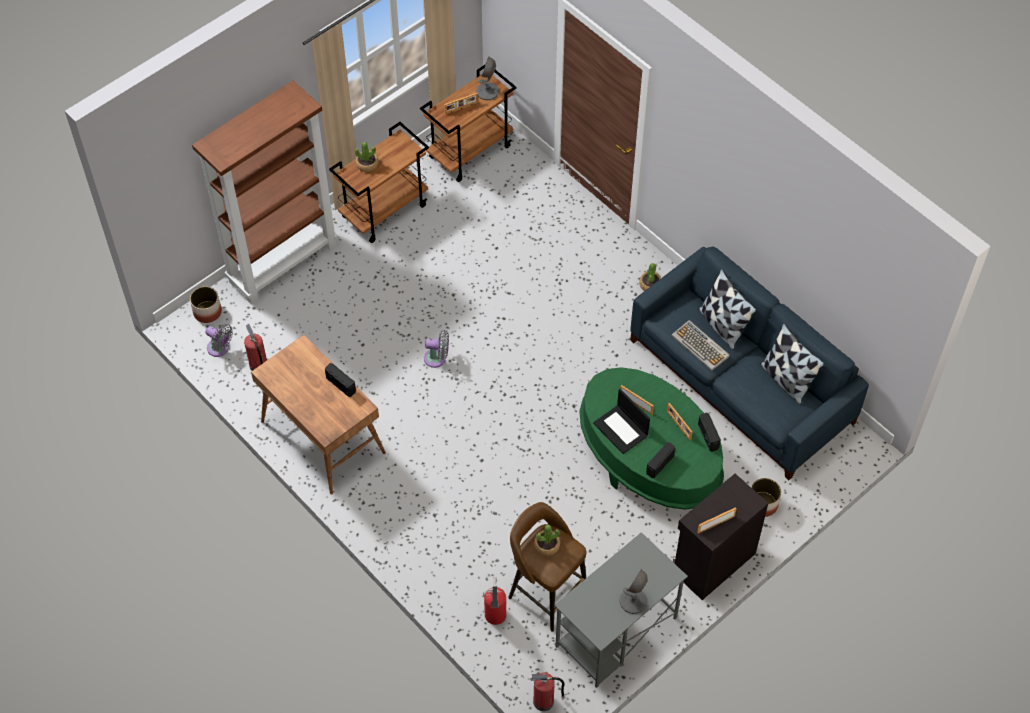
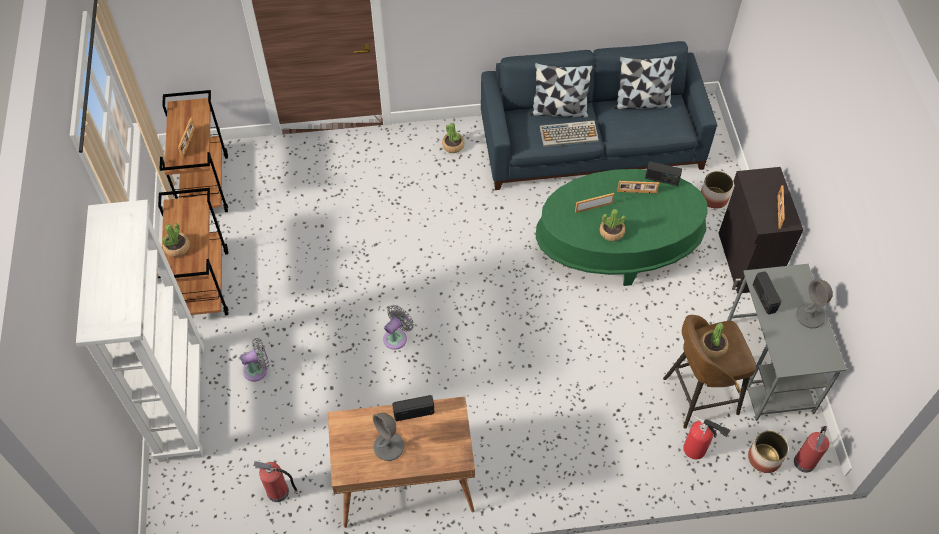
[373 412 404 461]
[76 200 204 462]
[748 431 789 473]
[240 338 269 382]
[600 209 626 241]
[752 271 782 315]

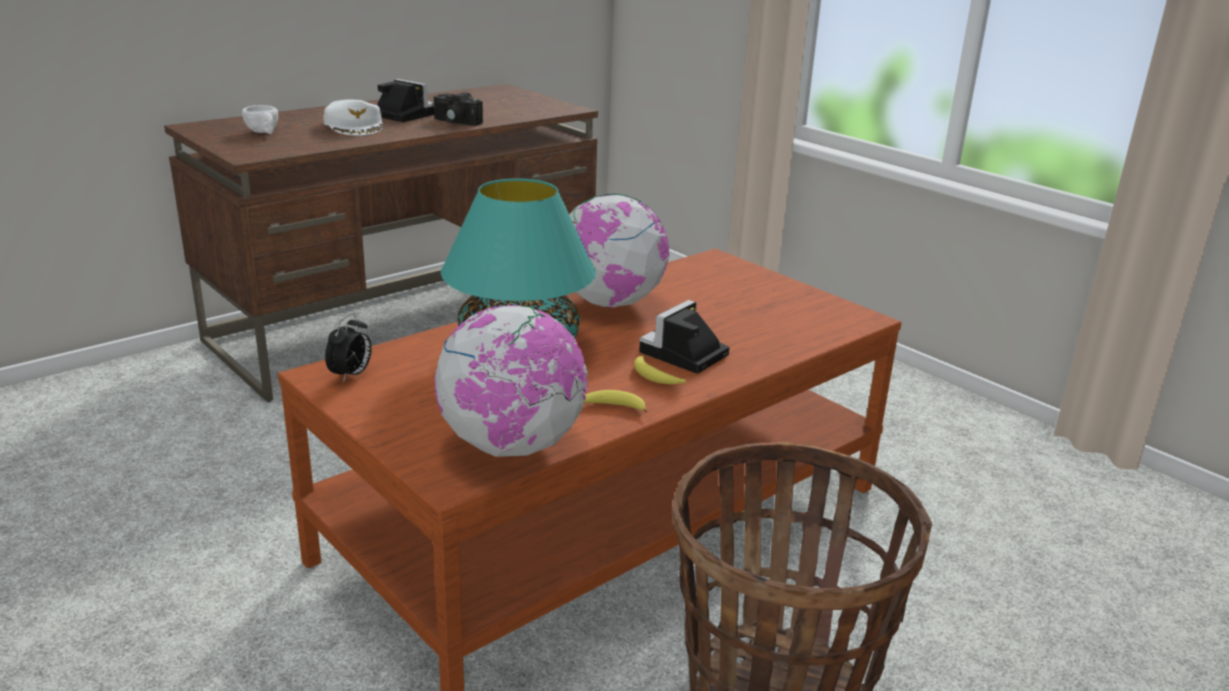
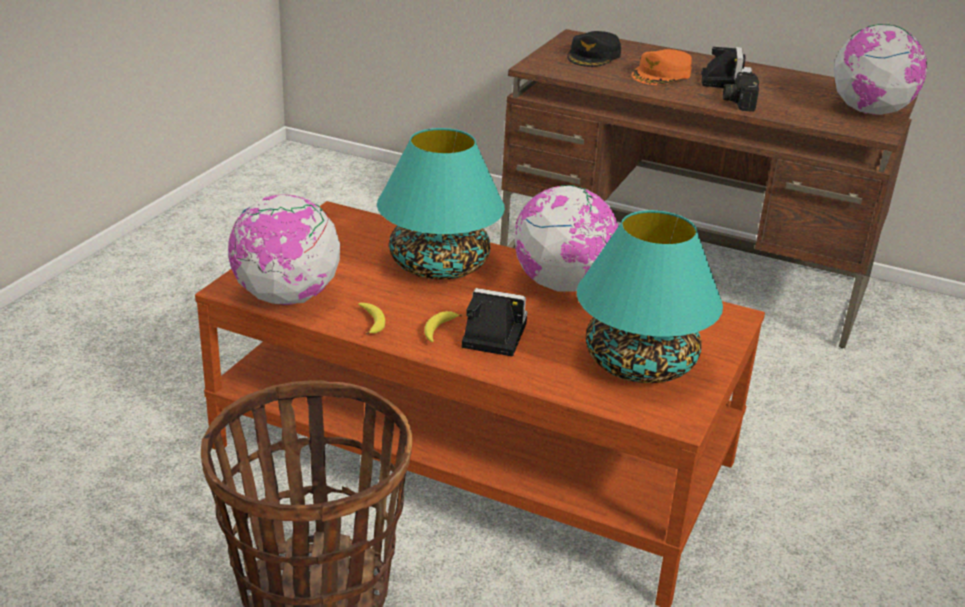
[632 49 692 85]
[567 31 621 67]
[325 314 372 383] (first image)
[834 24 927 115]
[577 210 723 383]

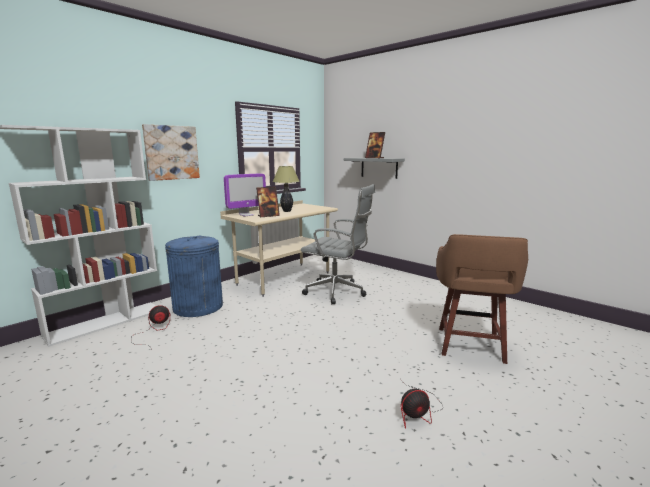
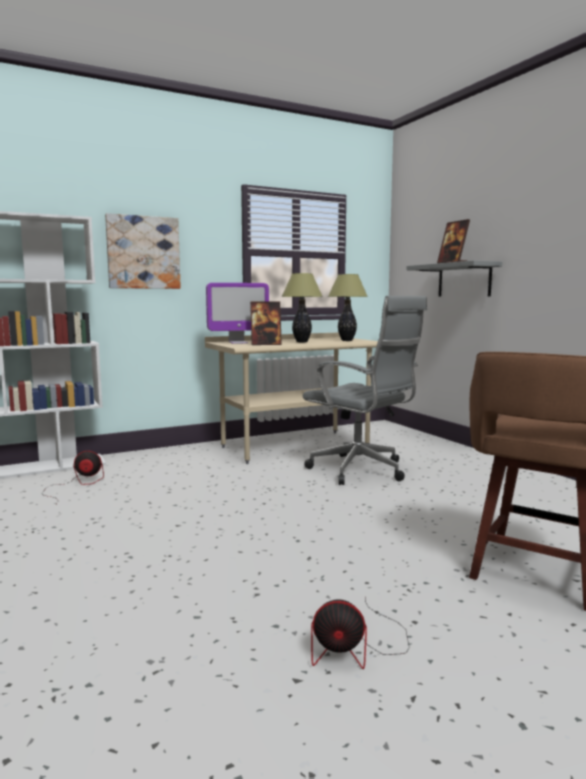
[165 236 223 317] (first image)
[328 274 368 341]

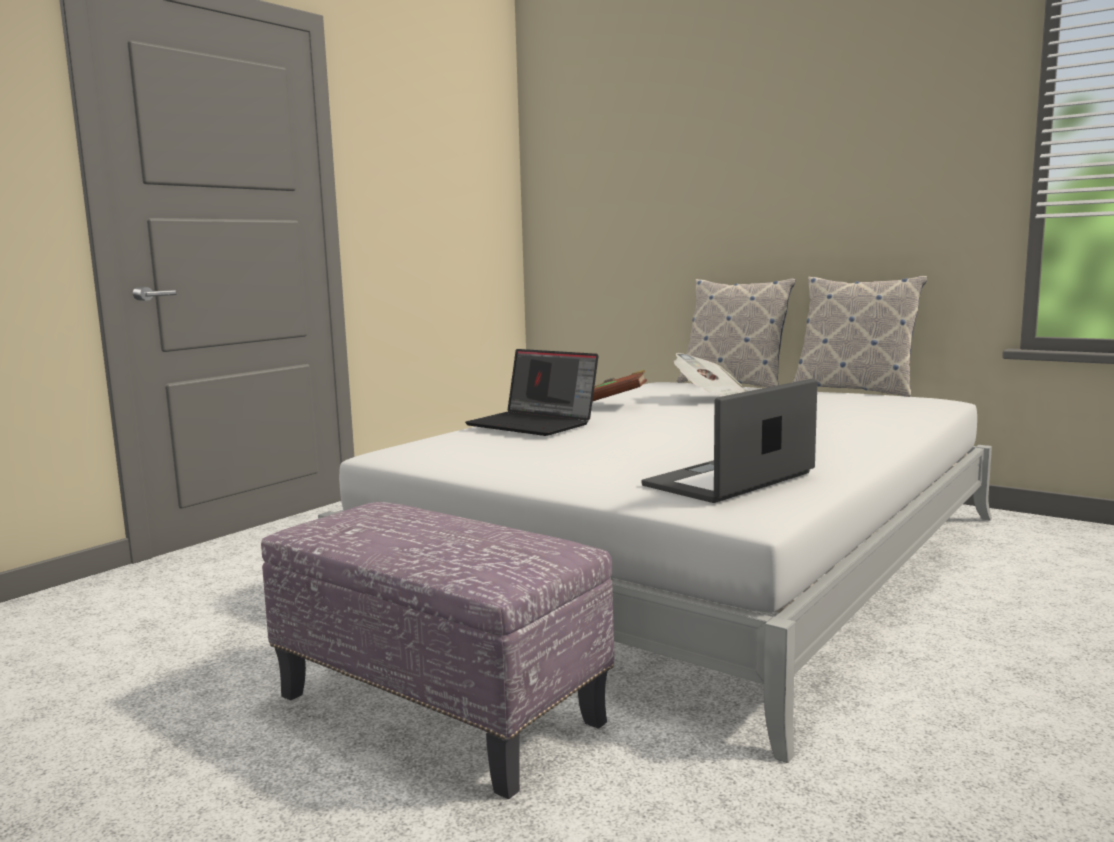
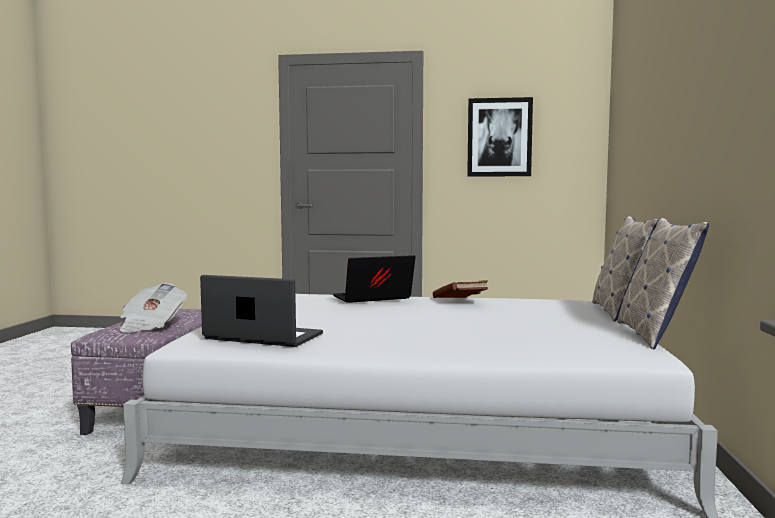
[333 255 416 303]
[120 283 188 333]
[467 97 533 177]

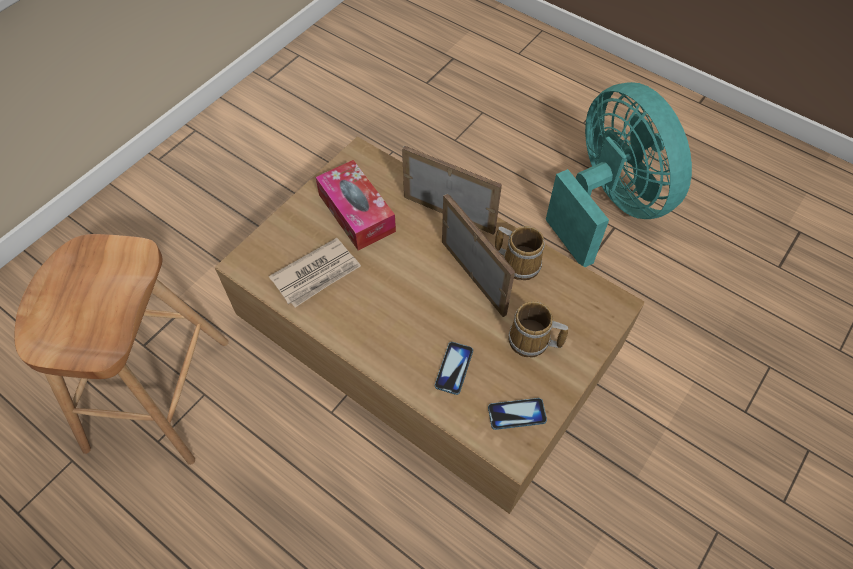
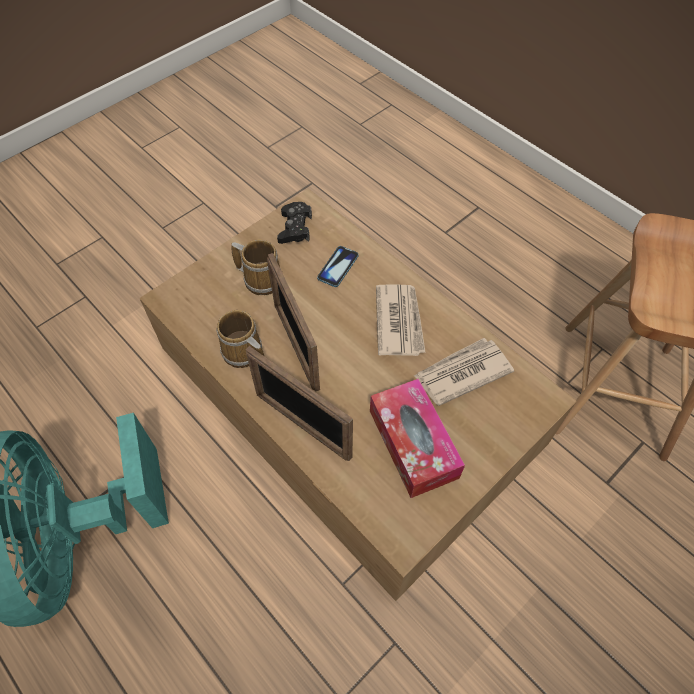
[277 202 312 244]
[376 285 426 356]

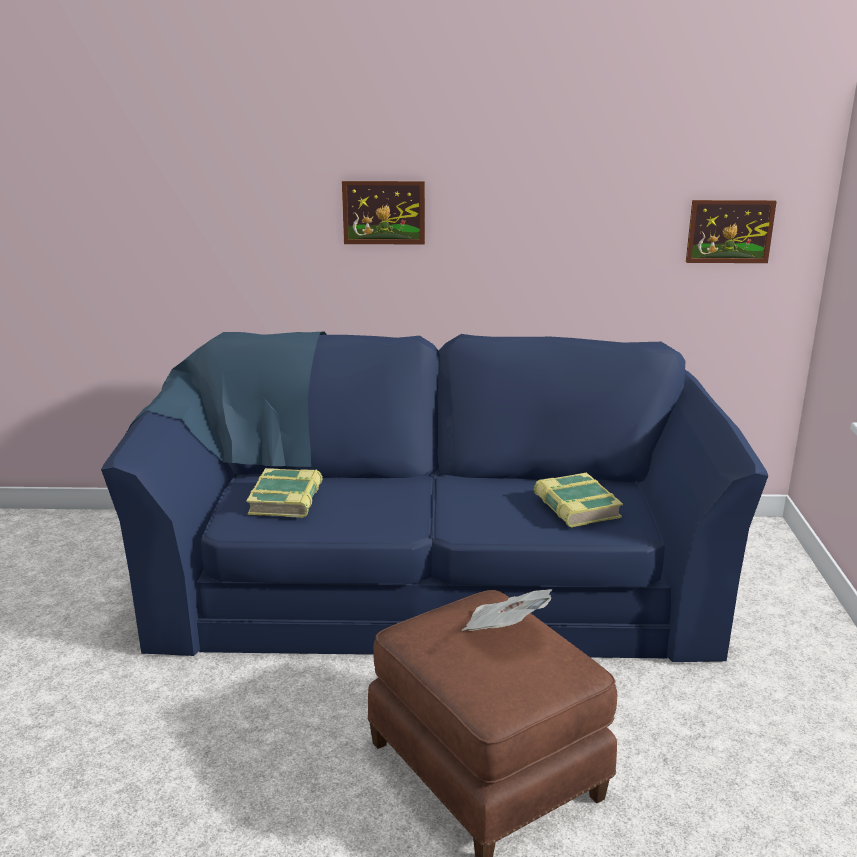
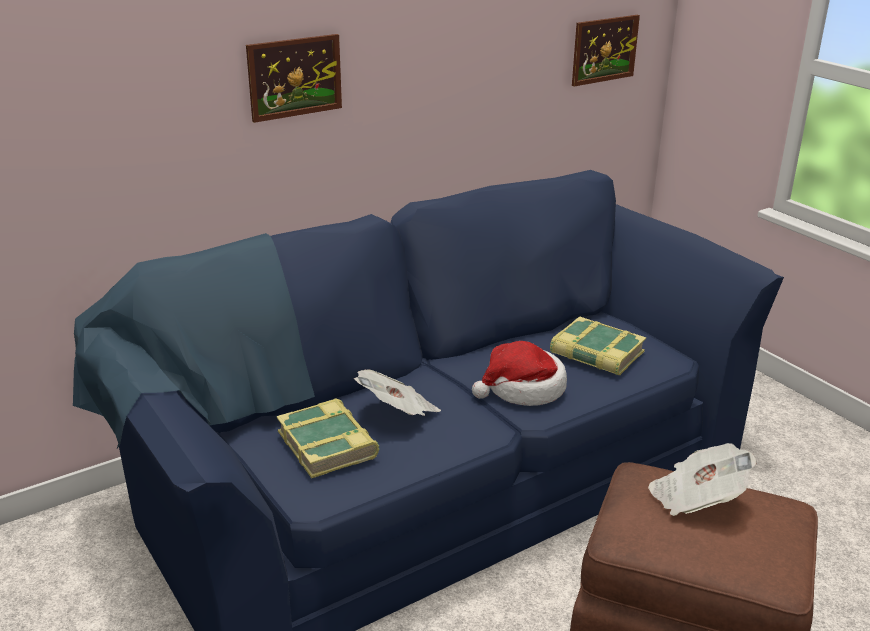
[472 341 567 406]
[354 369 441 416]

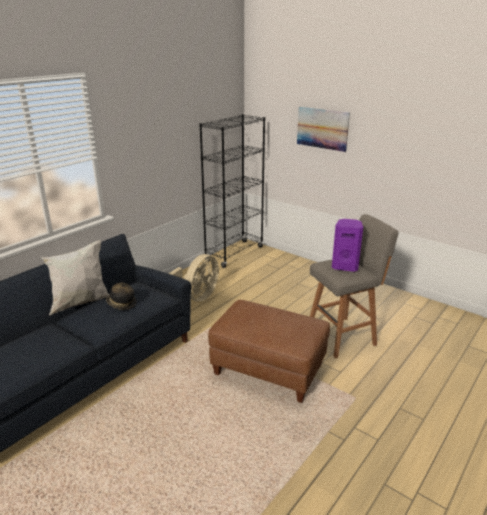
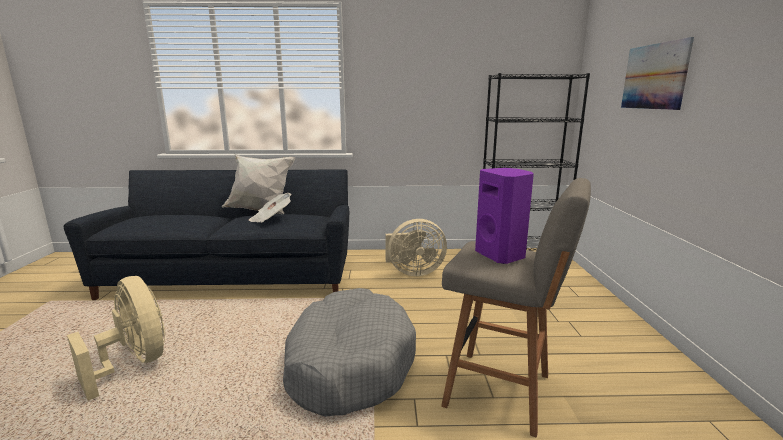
[249 193 292 223]
[283 288 416 417]
[67 276 165 401]

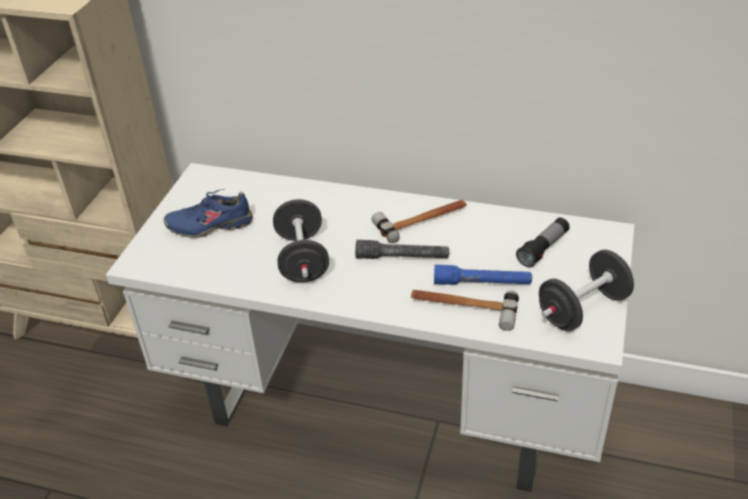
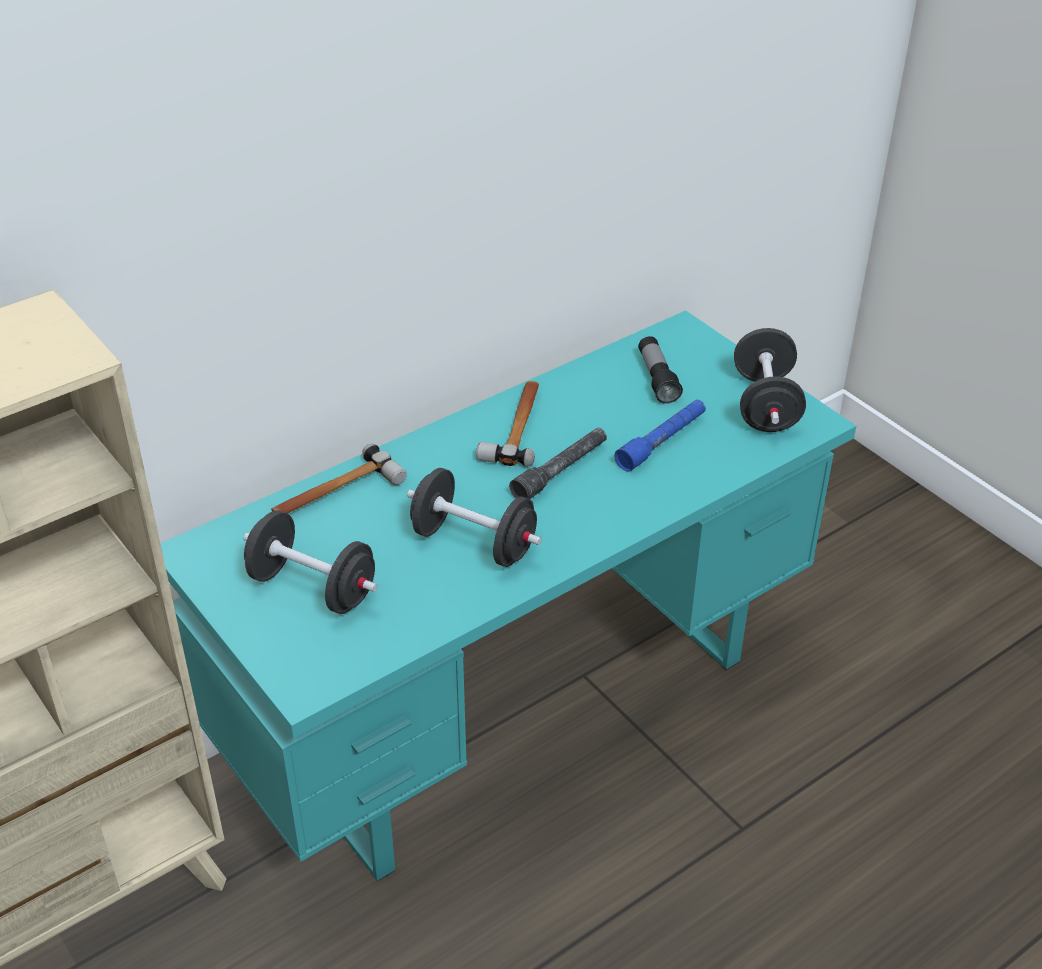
[160 310 856 881]
[244 510 377 614]
[271 444 407 513]

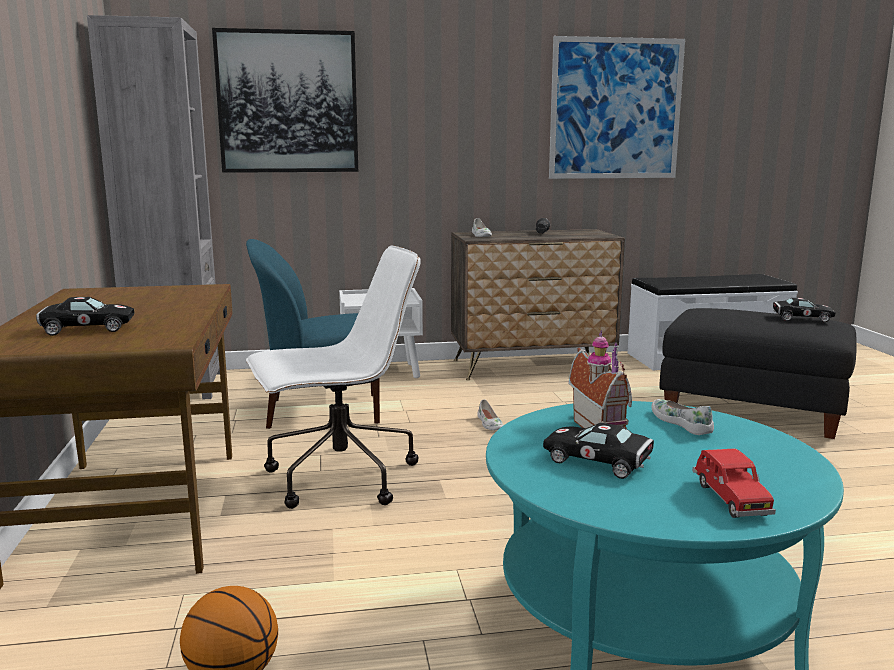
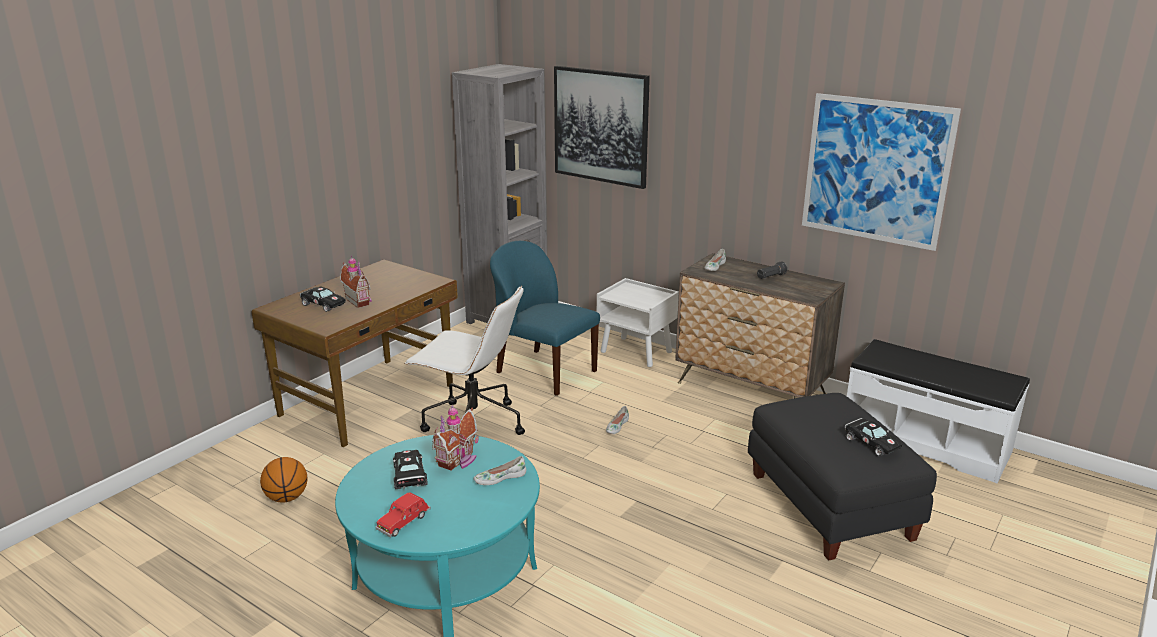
[474 456 526 485]
[340 255 372 308]

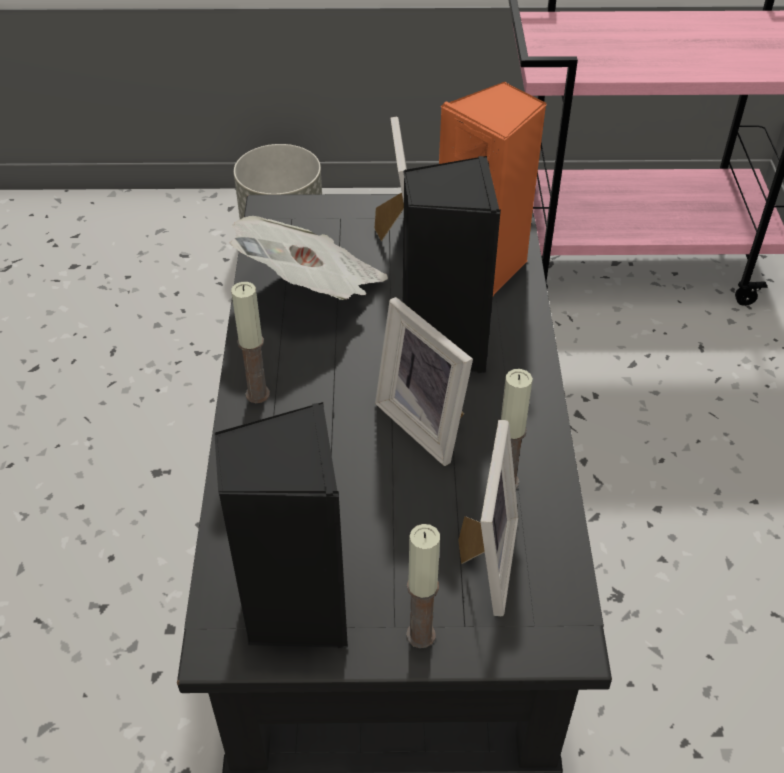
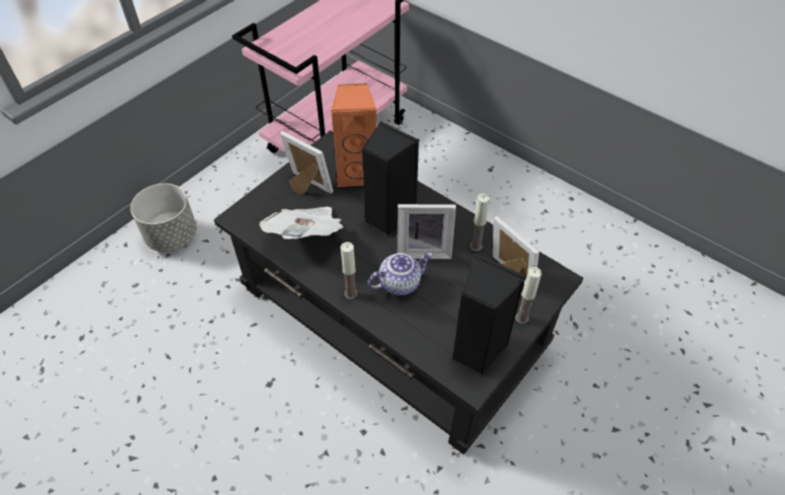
[368 252 433 296]

